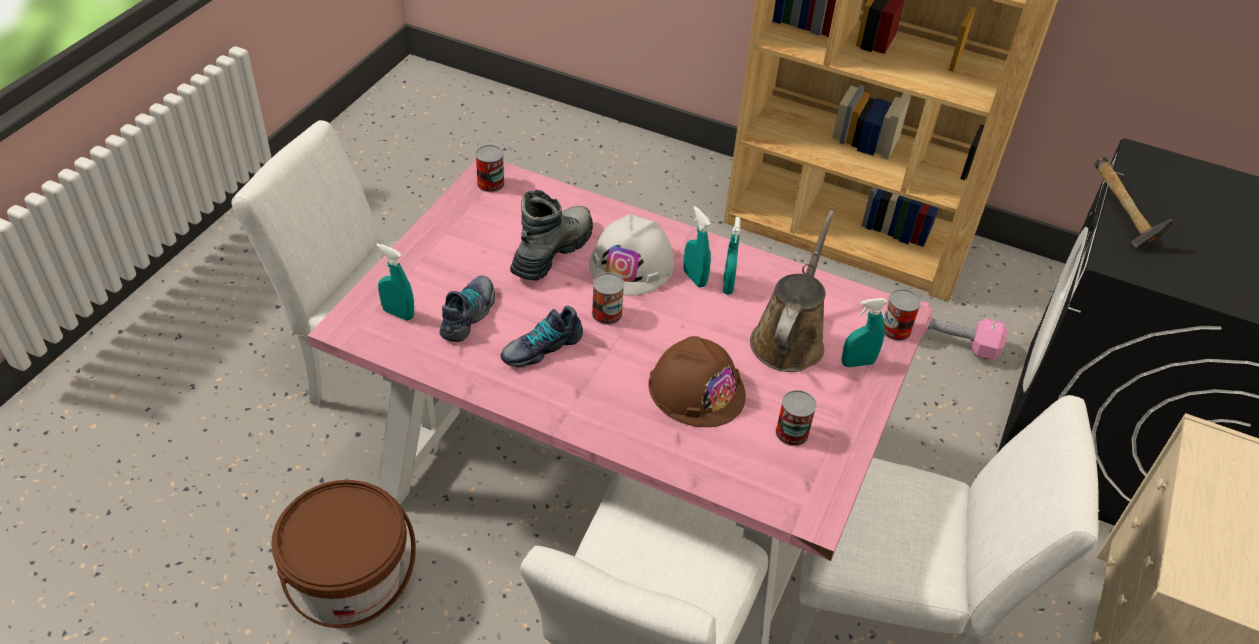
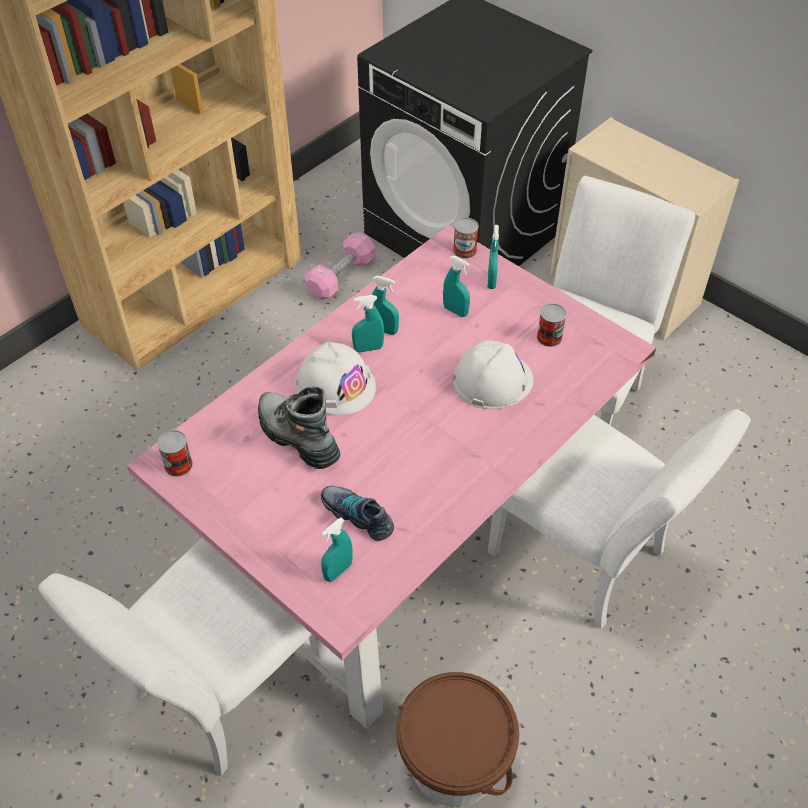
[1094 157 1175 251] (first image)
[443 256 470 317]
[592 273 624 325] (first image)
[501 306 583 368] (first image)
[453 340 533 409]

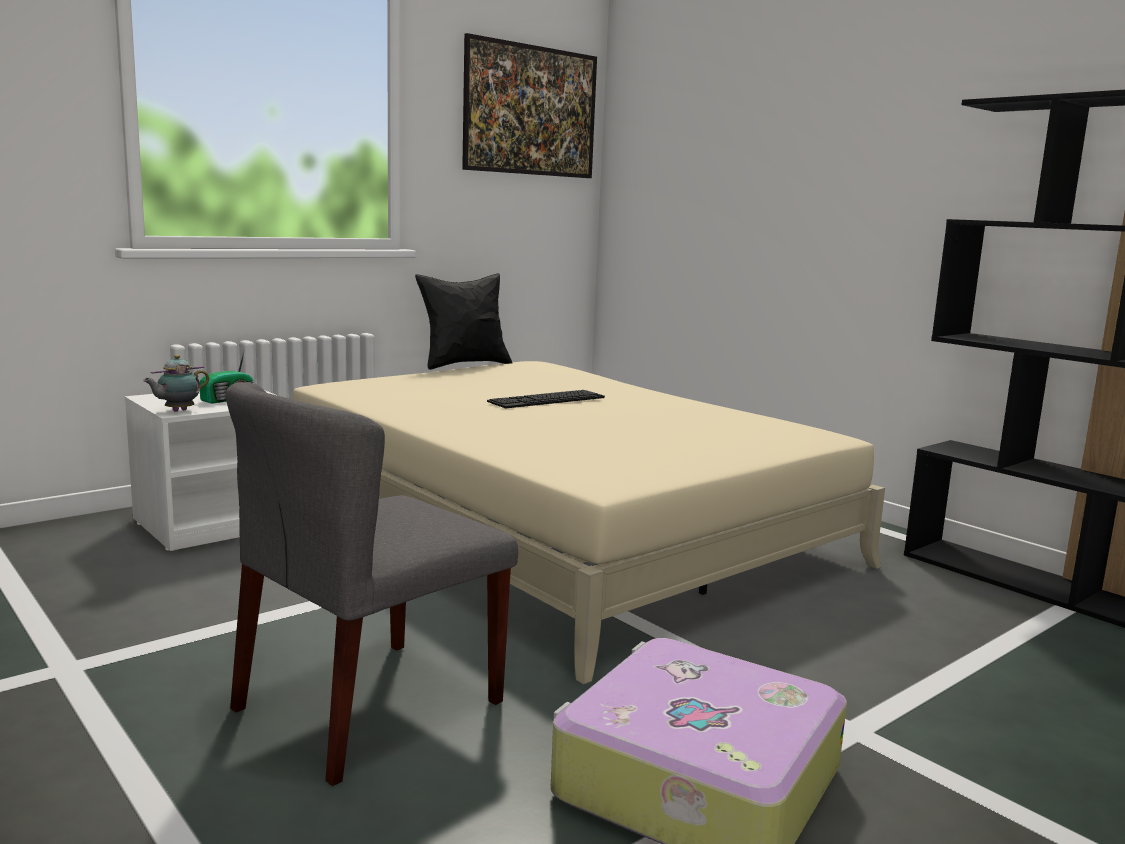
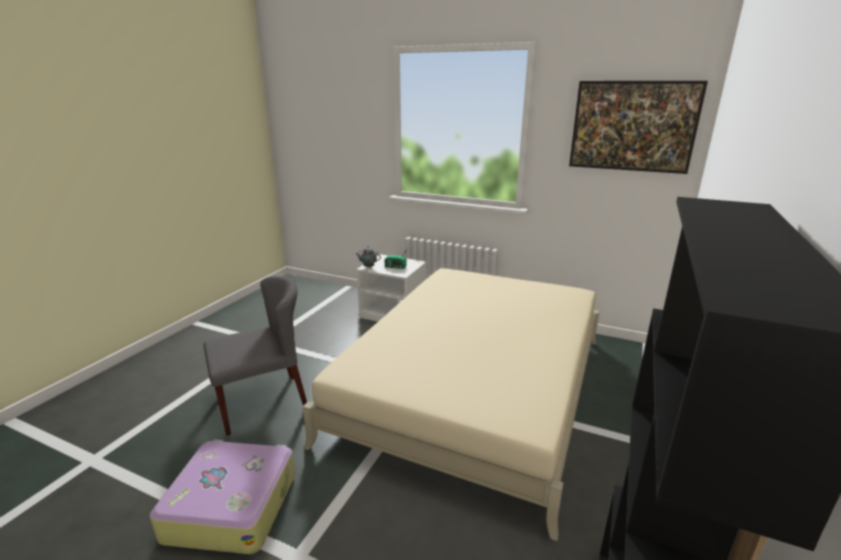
[415 273 512 370] (first image)
[204 276 307 436]
[487 390 605 408] (first image)

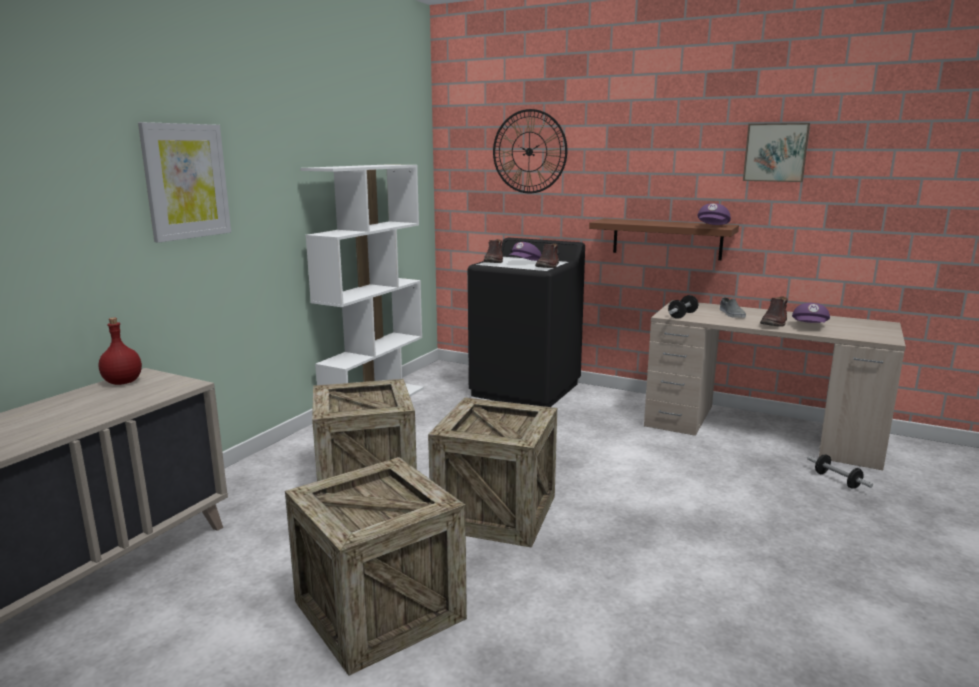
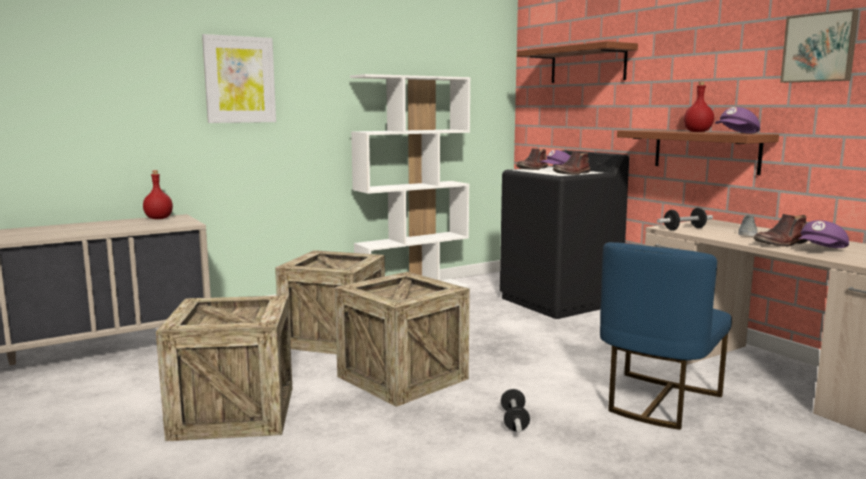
[517 41 638 83]
[501 389 530 432]
[684 81 714 132]
[600 242 732 430]

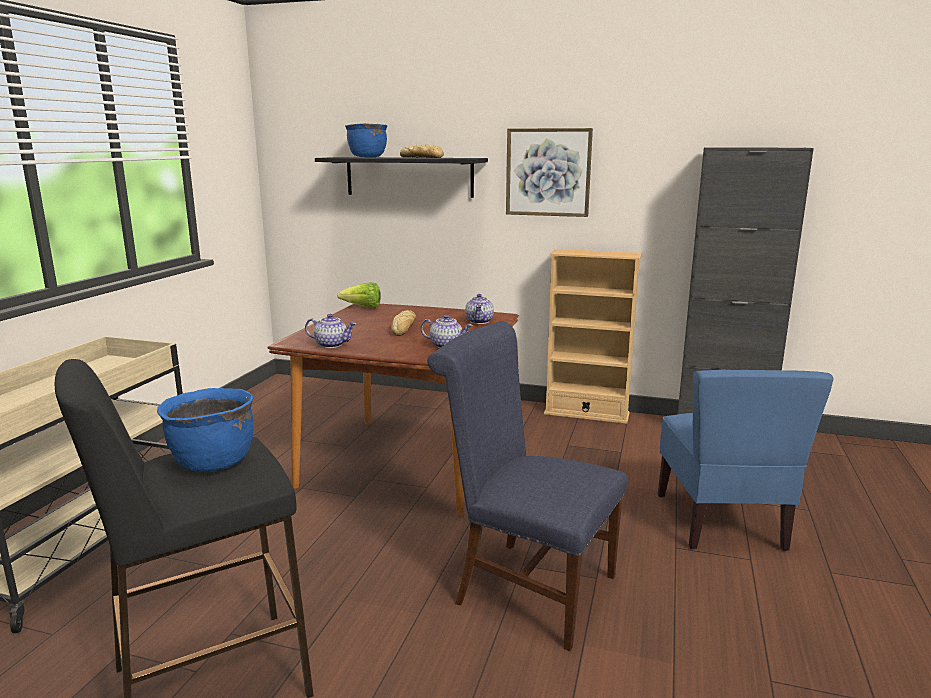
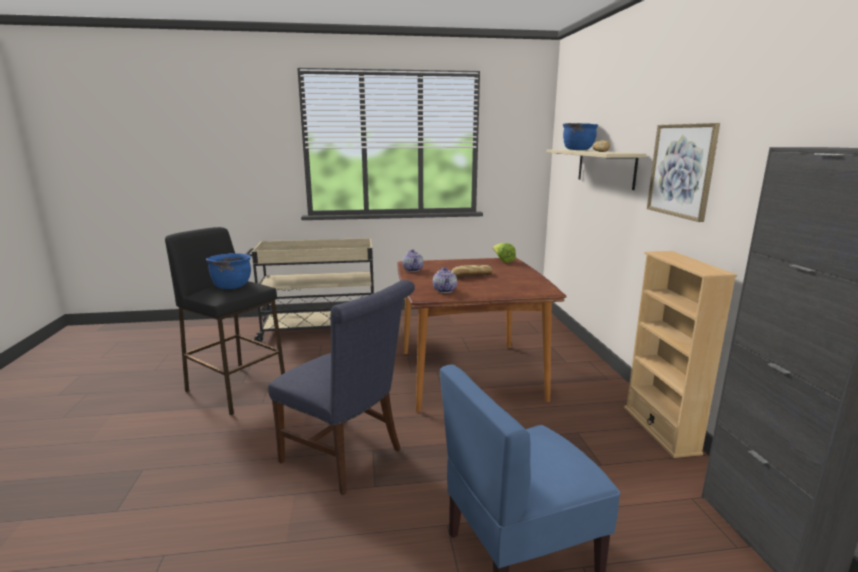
[546 149 647 190]
[465 294 494 324] (first image)
[268 280 415 495]

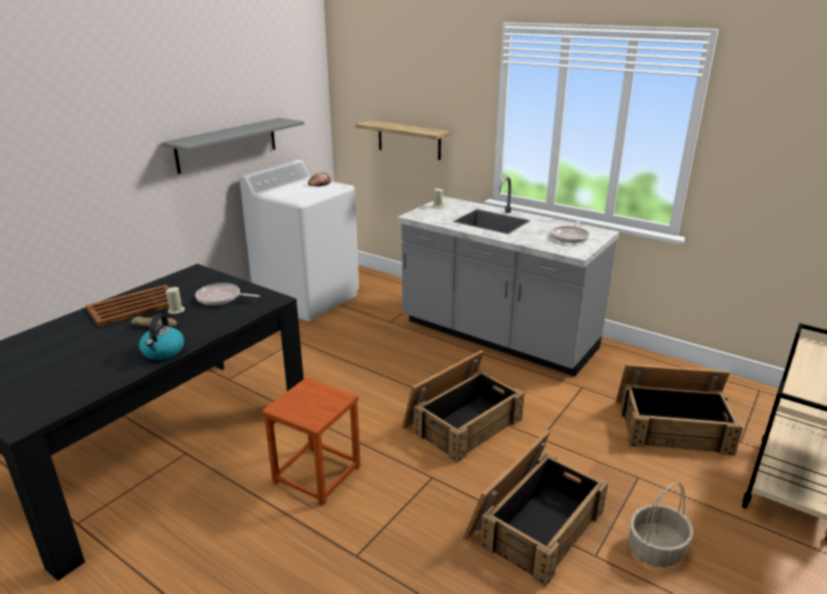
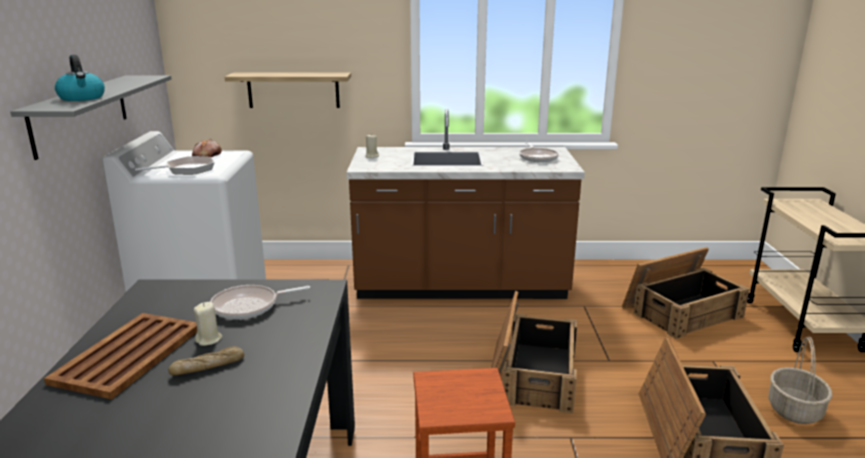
[347 109 585 299]
[55 55 105 101]
[135 156 215 175]

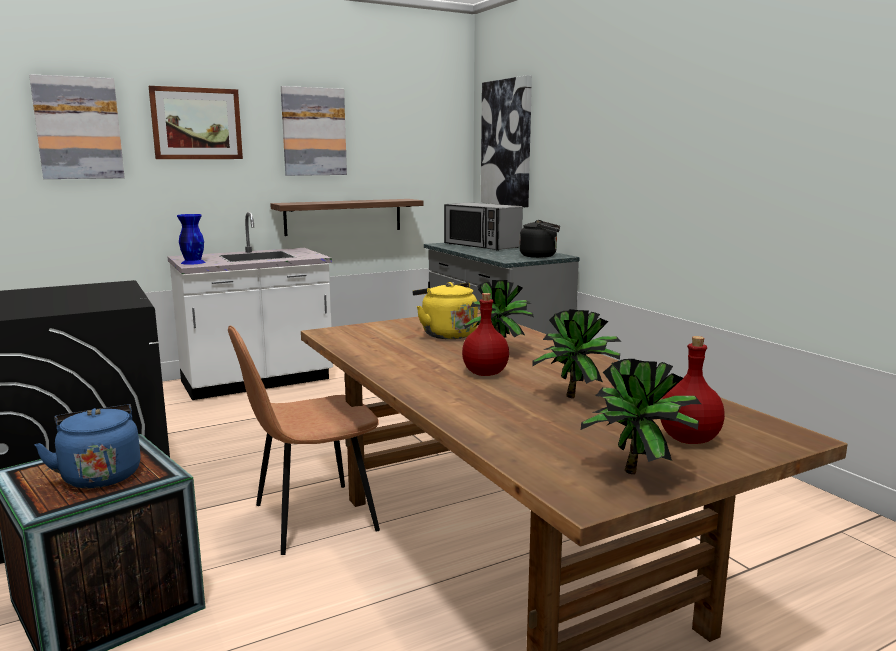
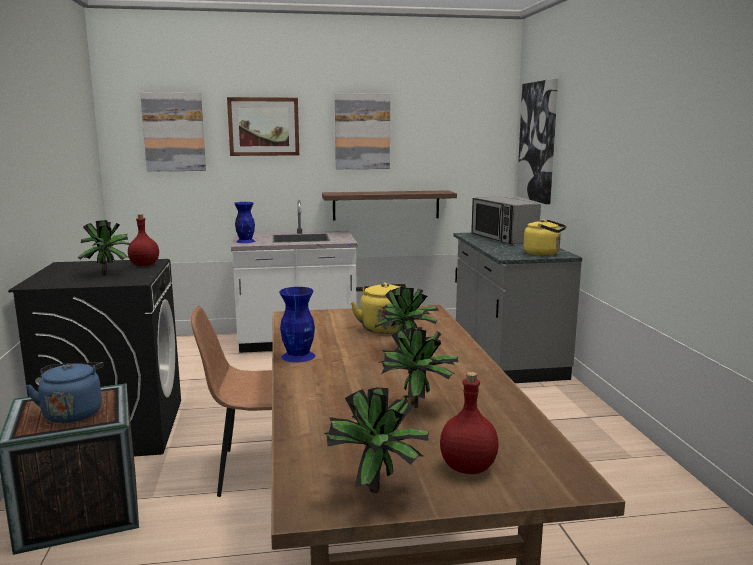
[523 219 566 256]
[128 214 159 266]
[77 220 131 275]
[279 287 315 362]

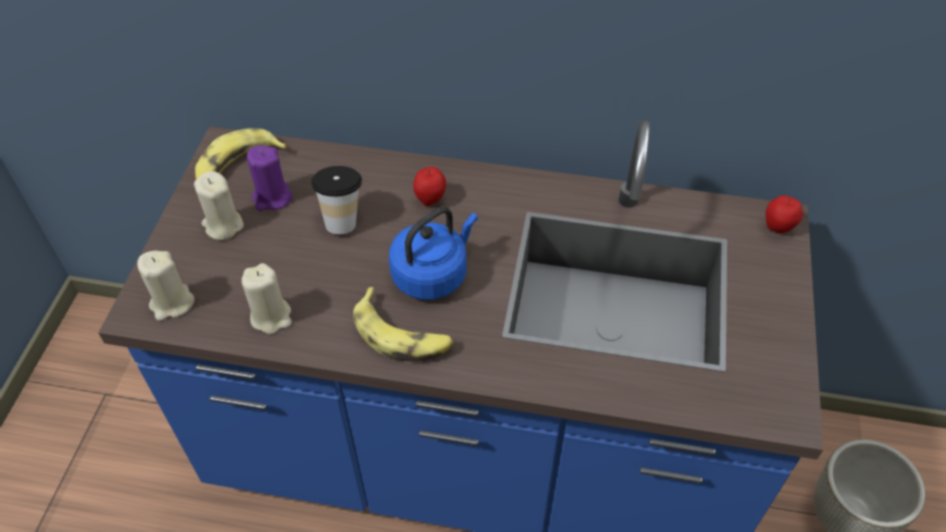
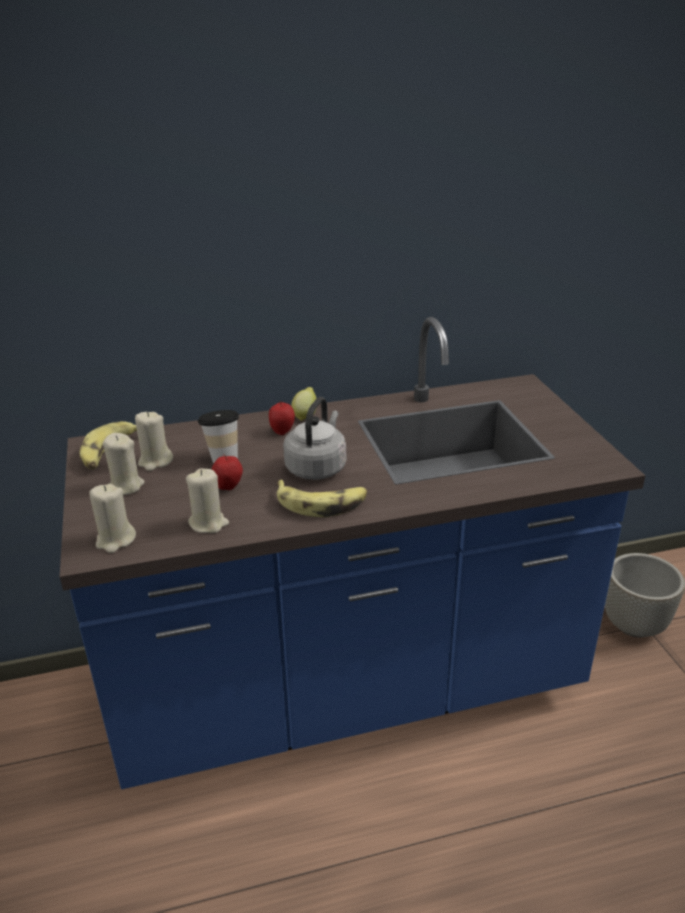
[135 412 173 471]
[212 454 243 490]
[283 397 346 480]
[291 387 317 421]

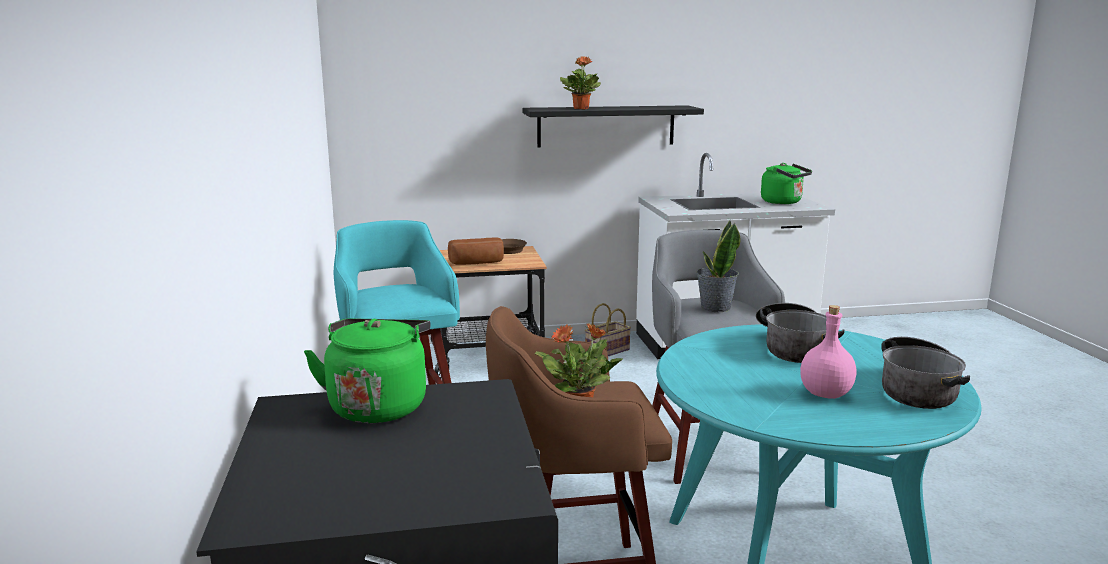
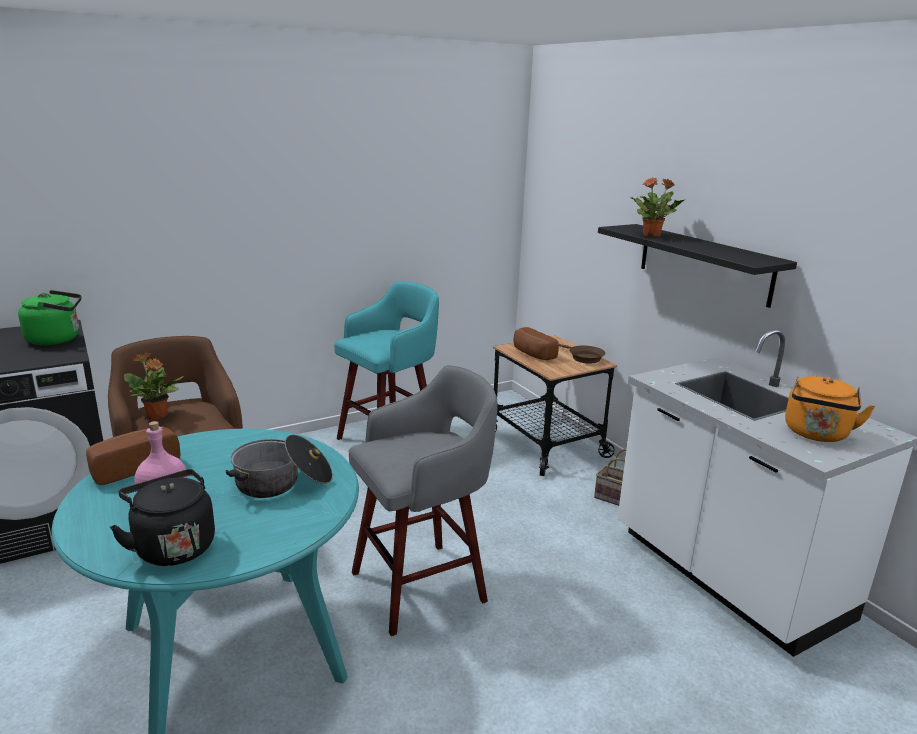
[785 376 875 442]
[697 220 741 312] (first image)
[110 469 215 566]
[86 426 181 485]

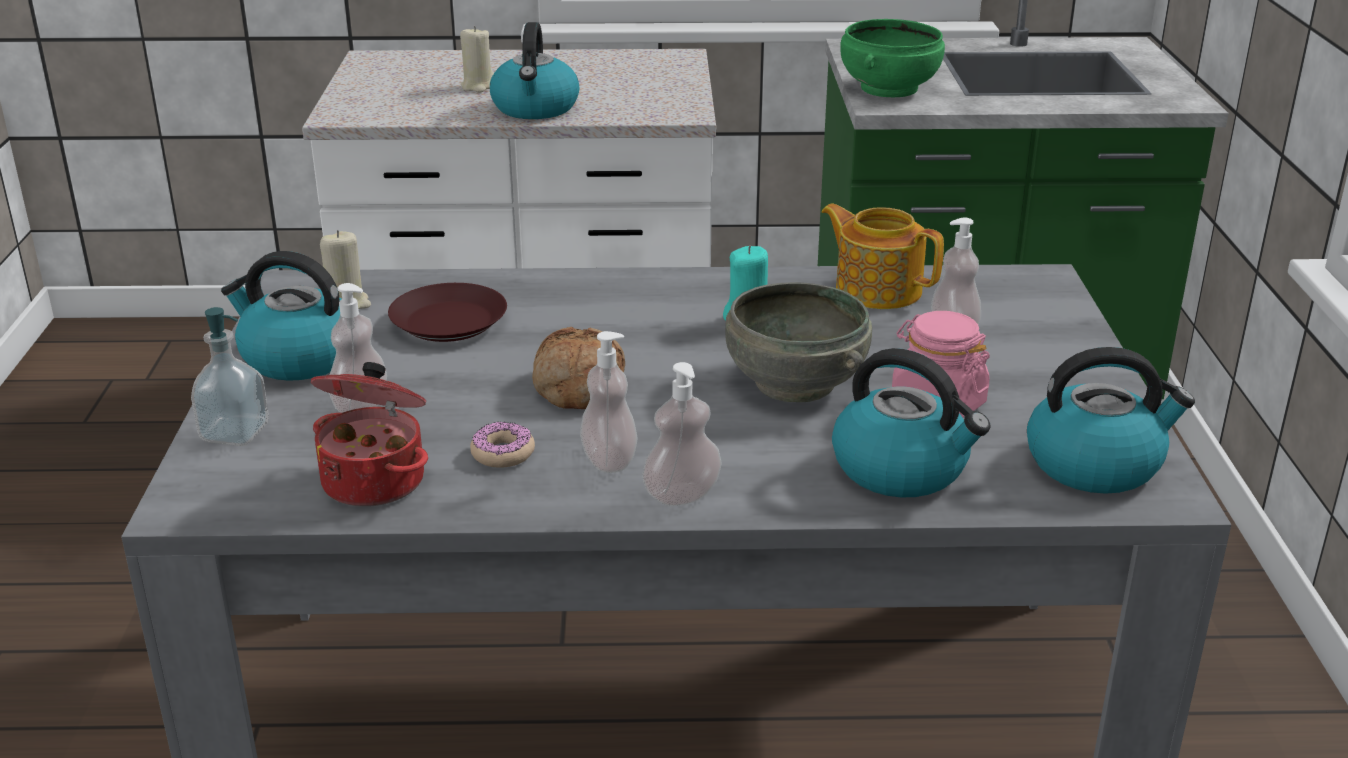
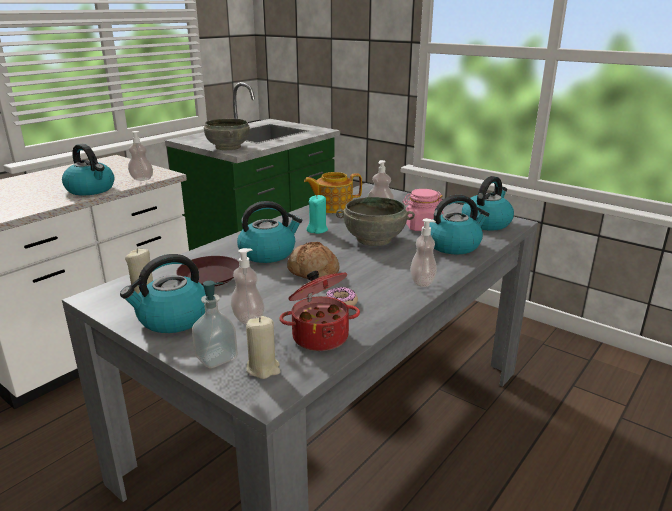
[204 119 250 150]
[246 316 280 379]
[128 131 153 181]
[237 201 302 263]

